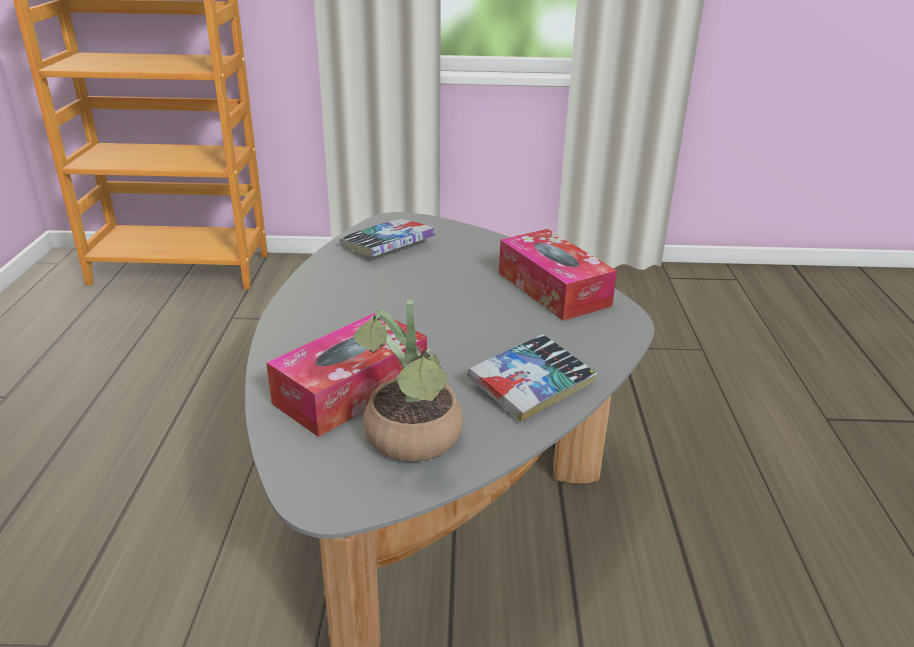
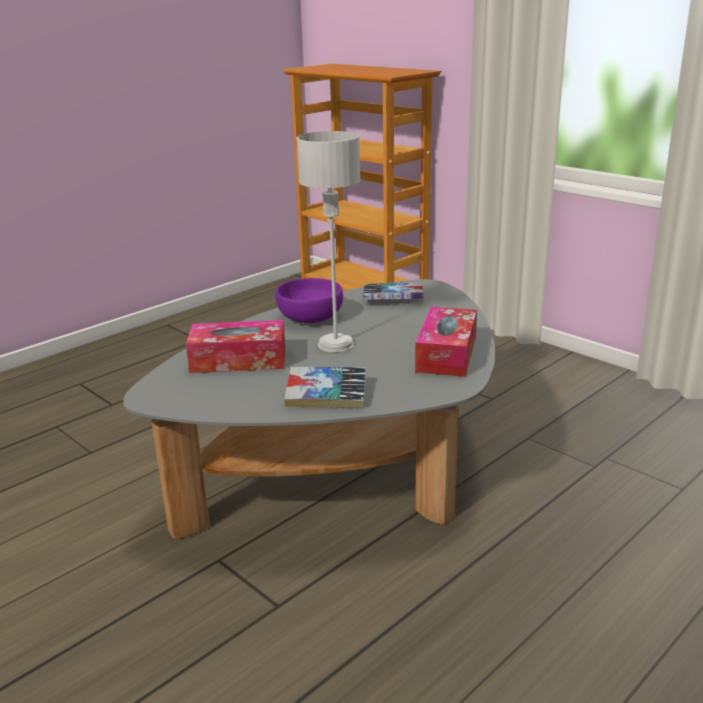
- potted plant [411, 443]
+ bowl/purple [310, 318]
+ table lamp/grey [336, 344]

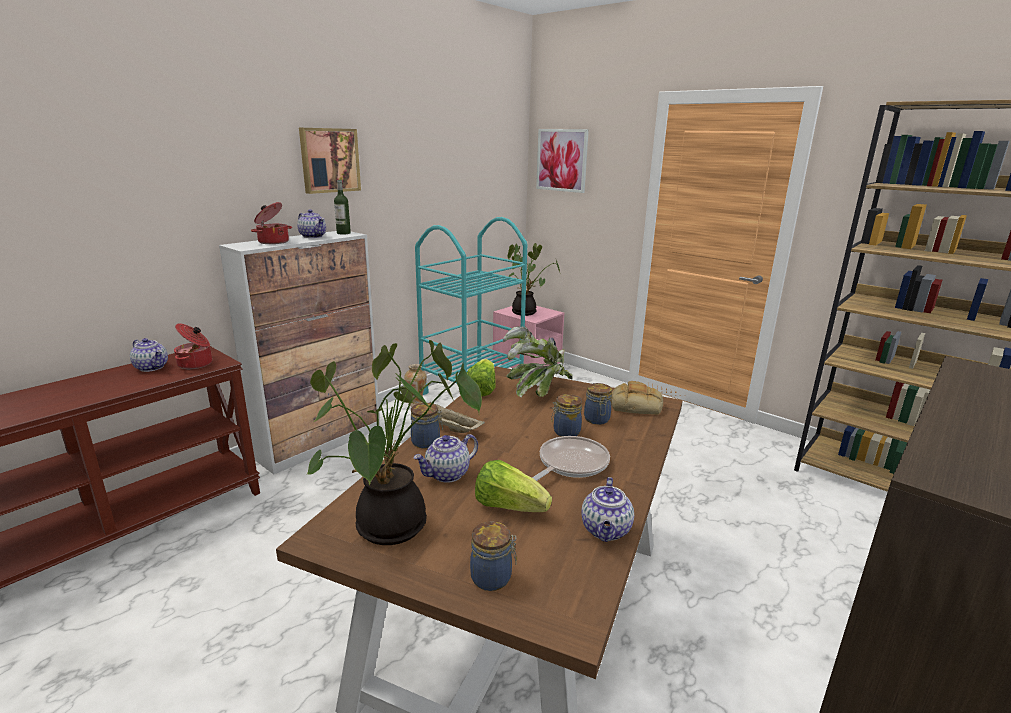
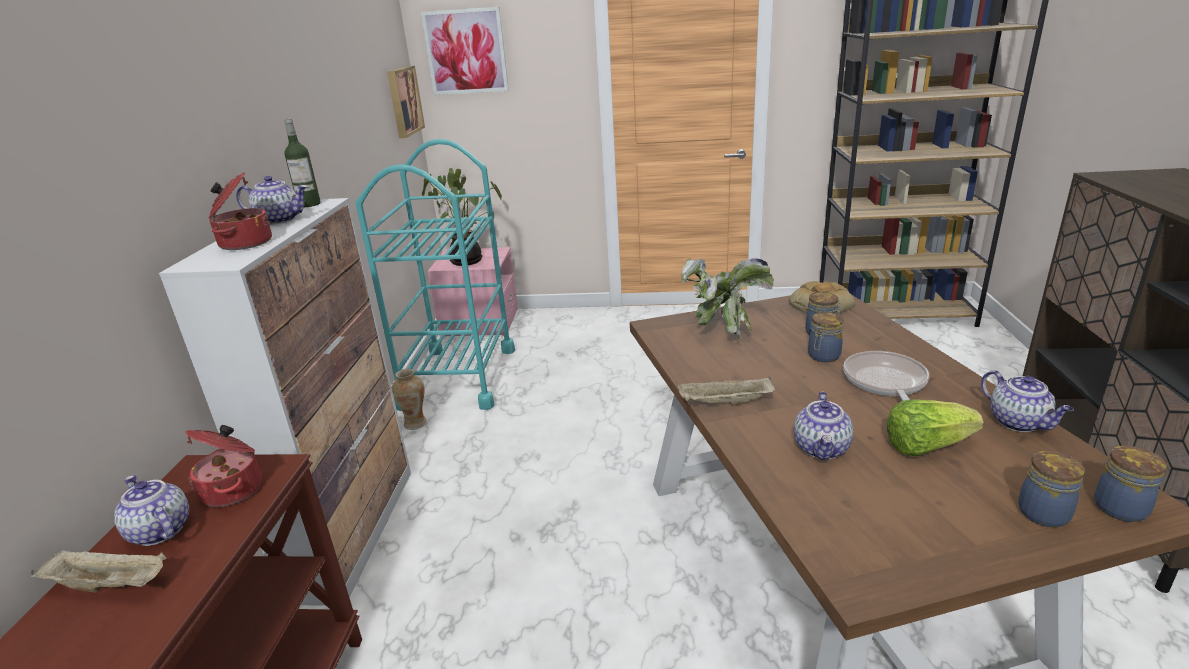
~ teapot [152, 367] = [159, 531] 135 degrees counterclockwise
~ picture [329, 160] to [403, 101]
- potted plant [393, 530]
~ jar [427, 442] to [1121, 507]
- lettuce [482, 389]
+ tray/beige [111, 584]

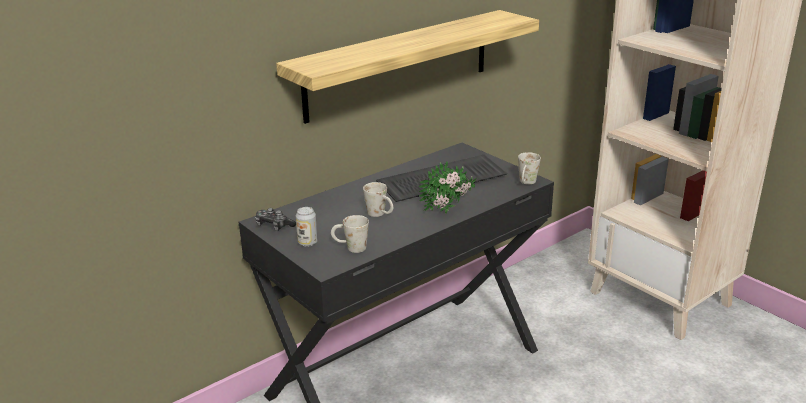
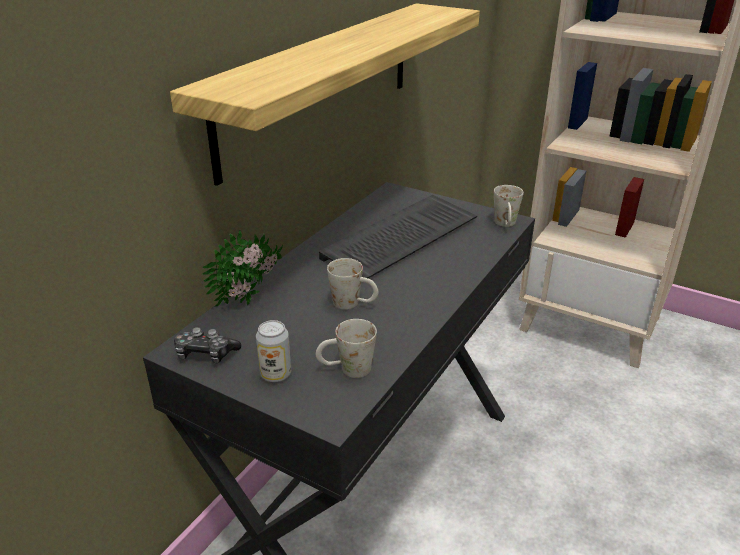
~ potted plant [449, 210] to [252, 298]

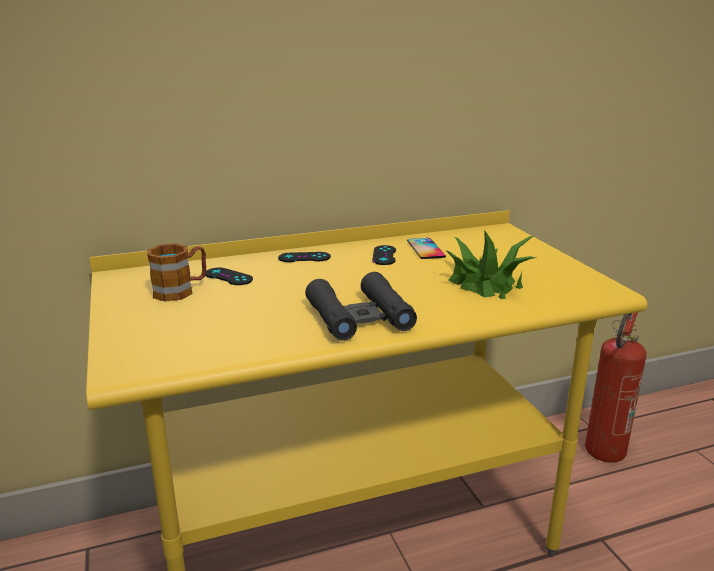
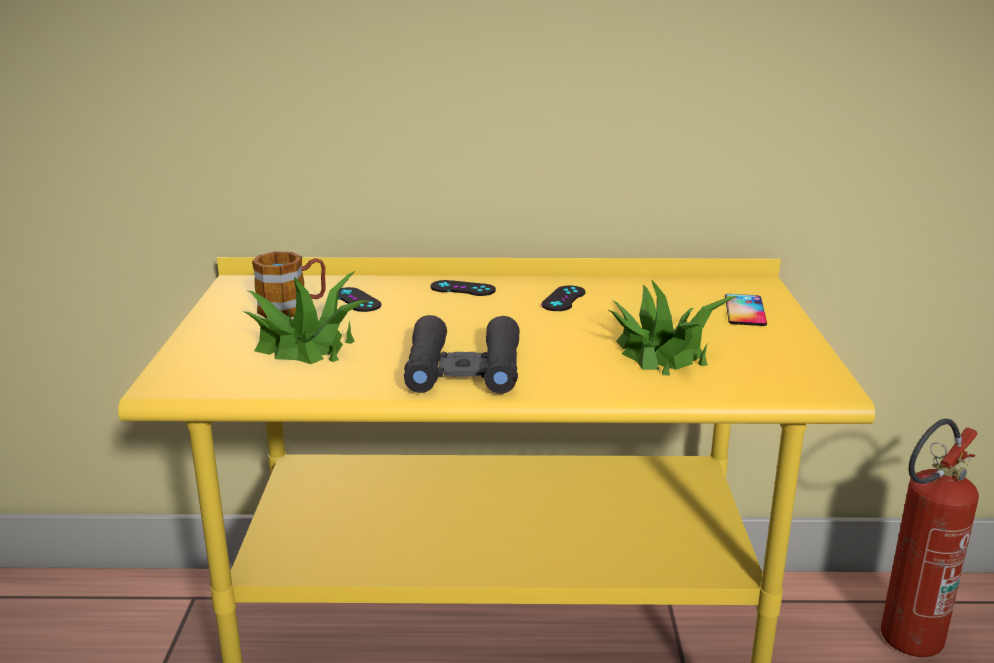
~ phone [425, 249] to [745, 310]
+ potted plant [306, 346]

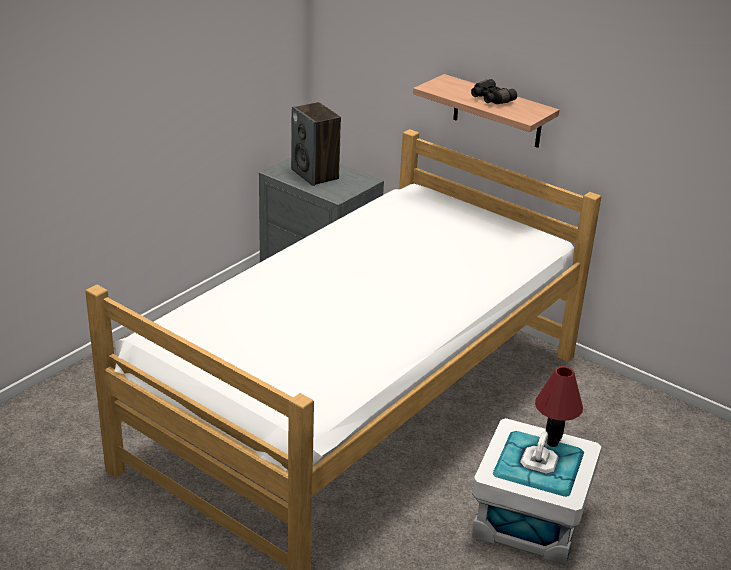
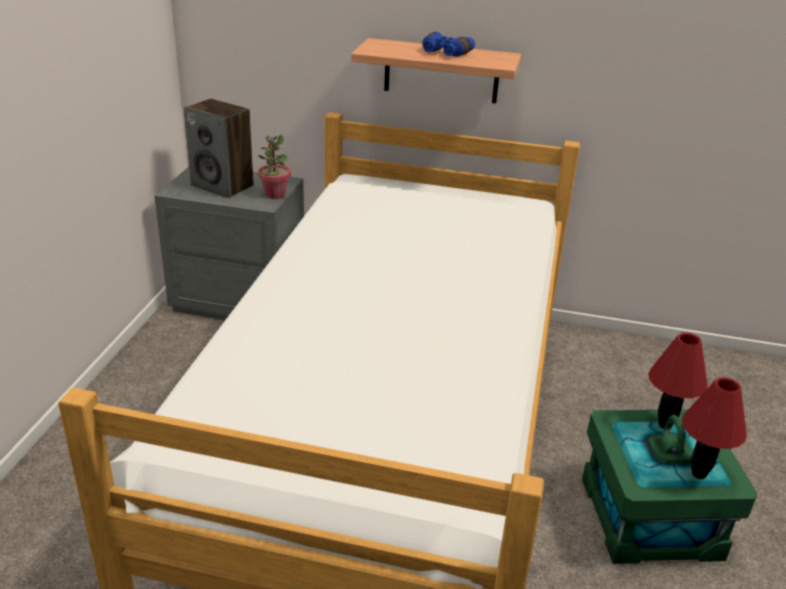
~ binoculars/black [490, 99] to binoculars/blue [444, 53]
~ storage box/white [529, 519] to storage box/green [649, 518]
+ potted plant [275, 194]
+ table lamp/red [699, 474]

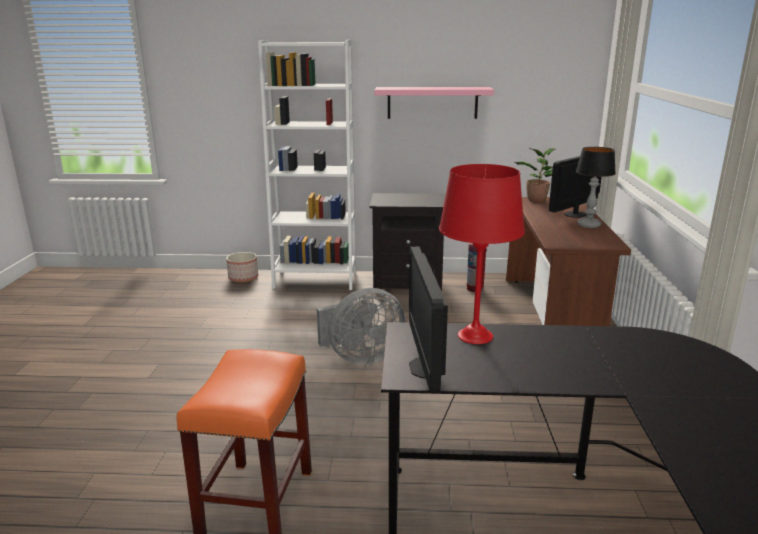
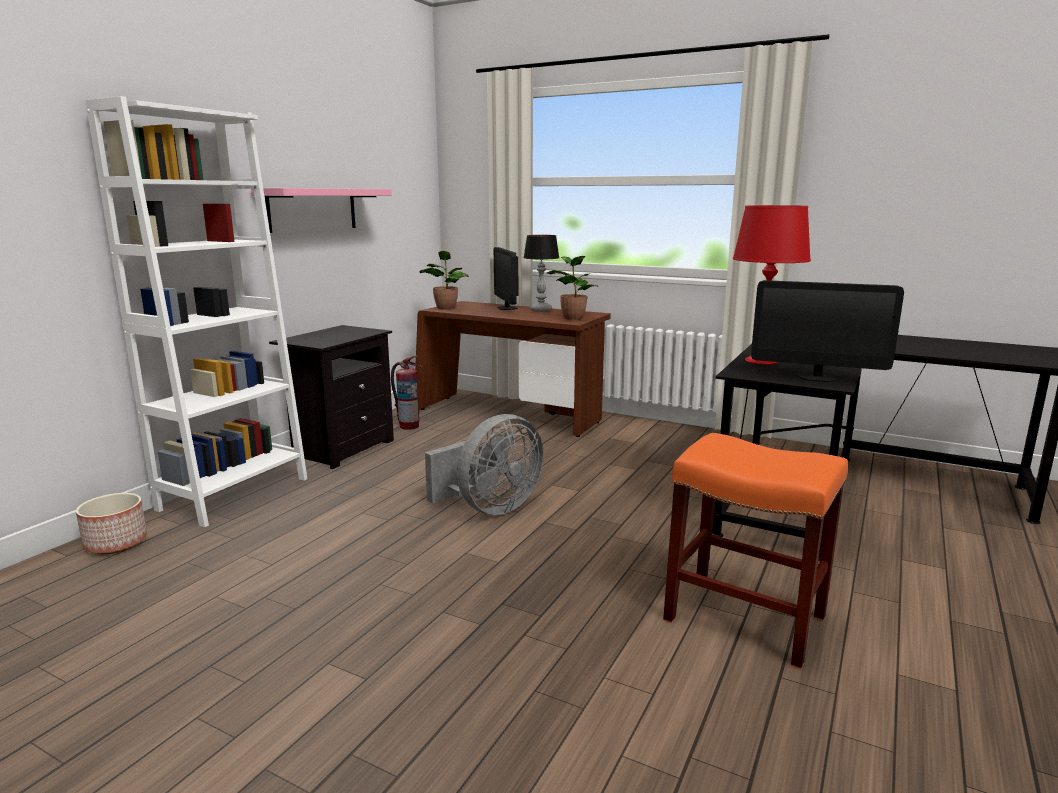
~ fan/grey [361, 357] = [490, 508] 45 degrees clockwise
+ potted plant [572, 317]

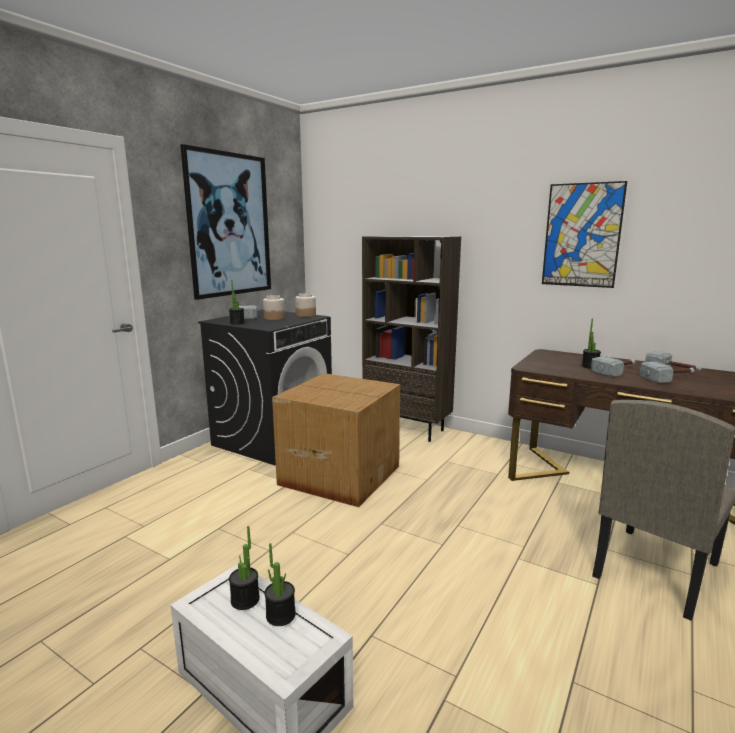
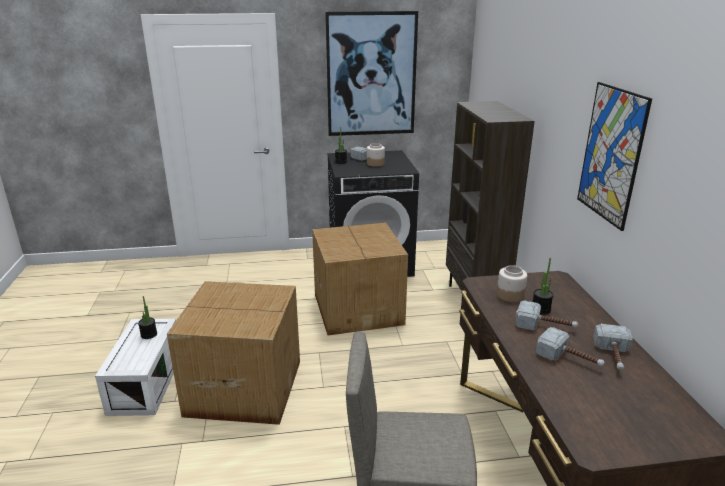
- potted plant [280, 615]
~ jar [305, 315] to [510, 295]
+ cardboard box [243, 386]

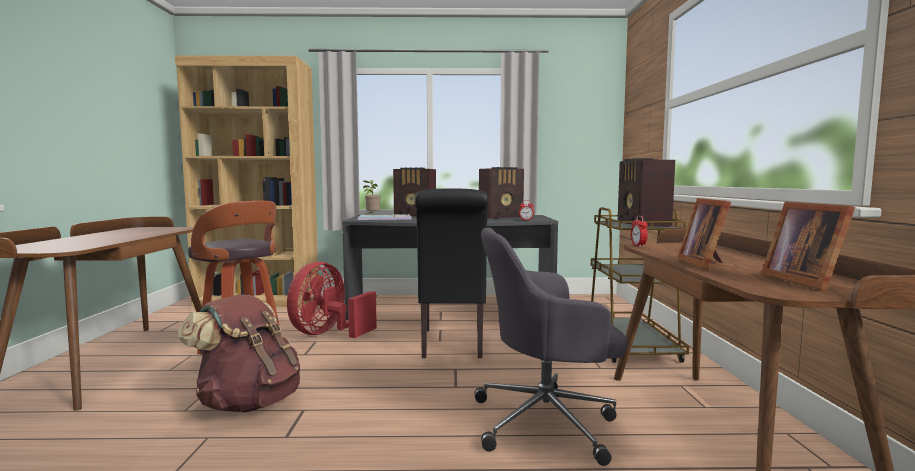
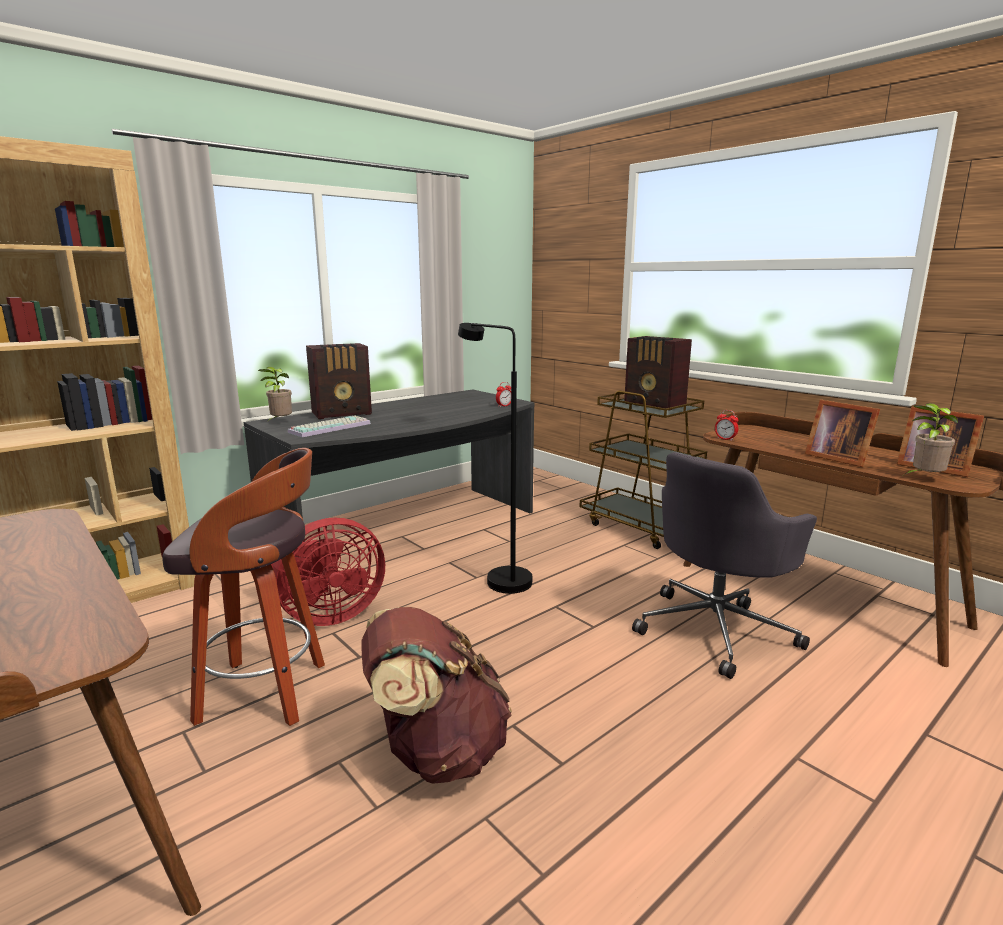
~ fan/red [328, 334] = [326, 615] 105 degrees counterclockwise
~ chair/black [452, 345] to floor lamp/black [499, 578]
- radio [502, 217]
+ potted plant [924, 478]

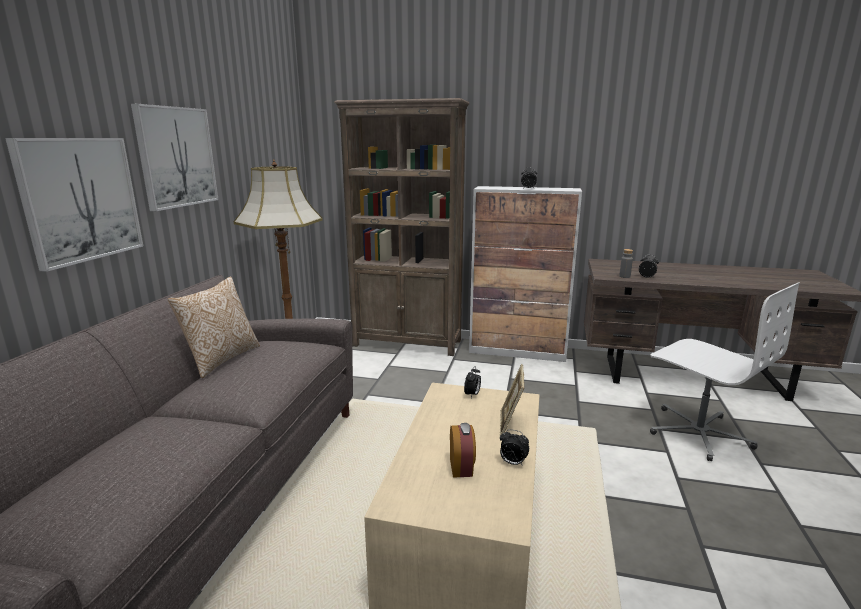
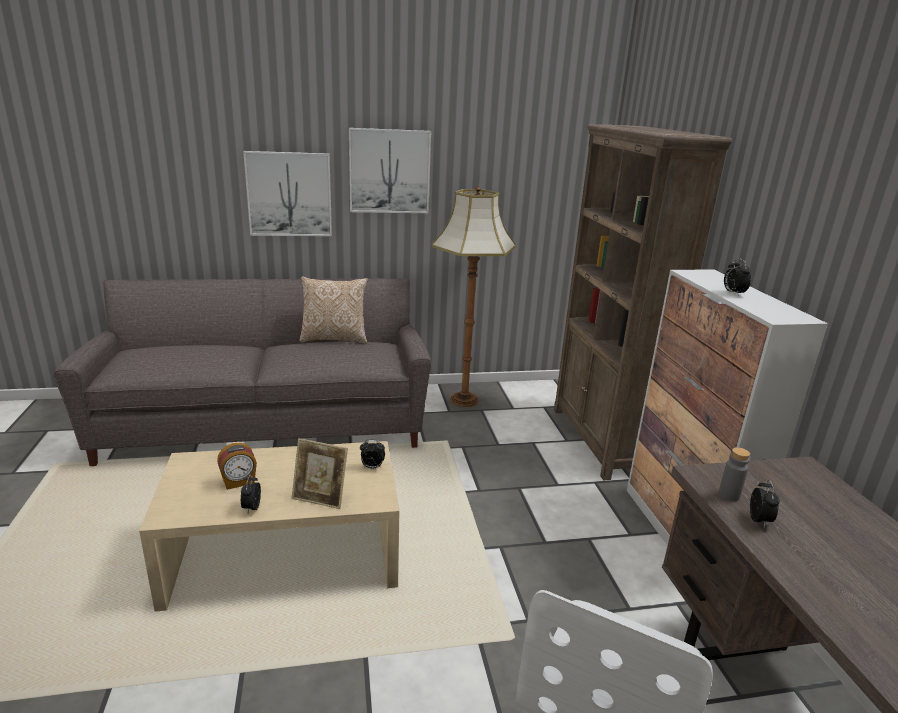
~ picture frame [510, 425] = [320, 498] 150 degrees counterclockwise

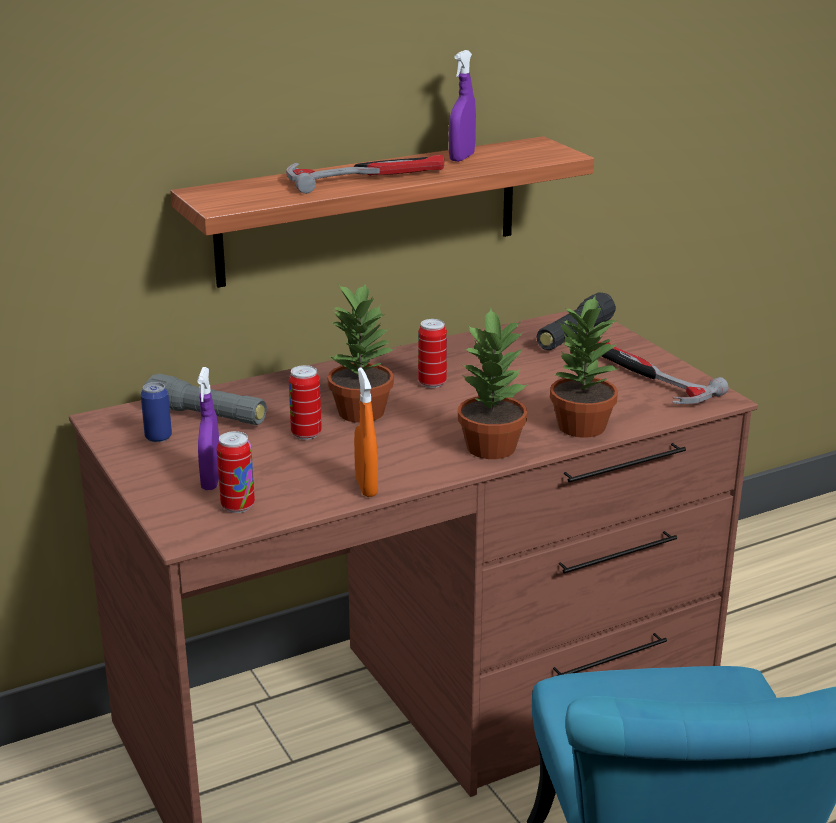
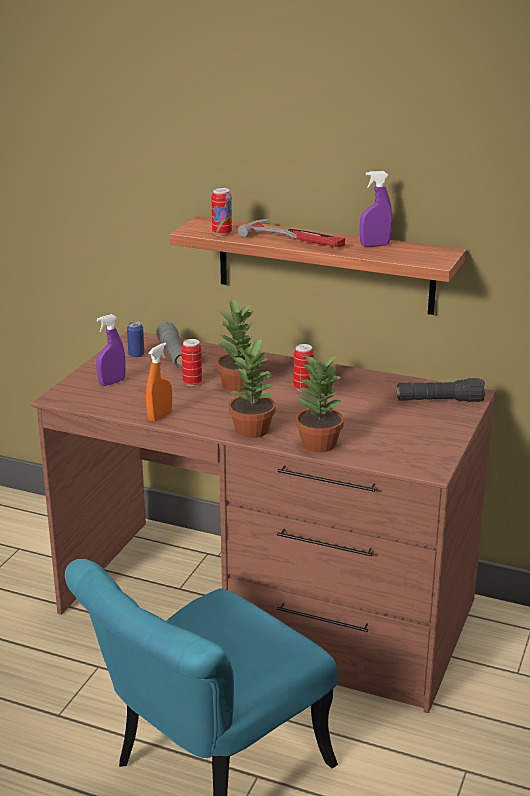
~ can [238, 506] to [222, 234]
- hammer [646, 379]

